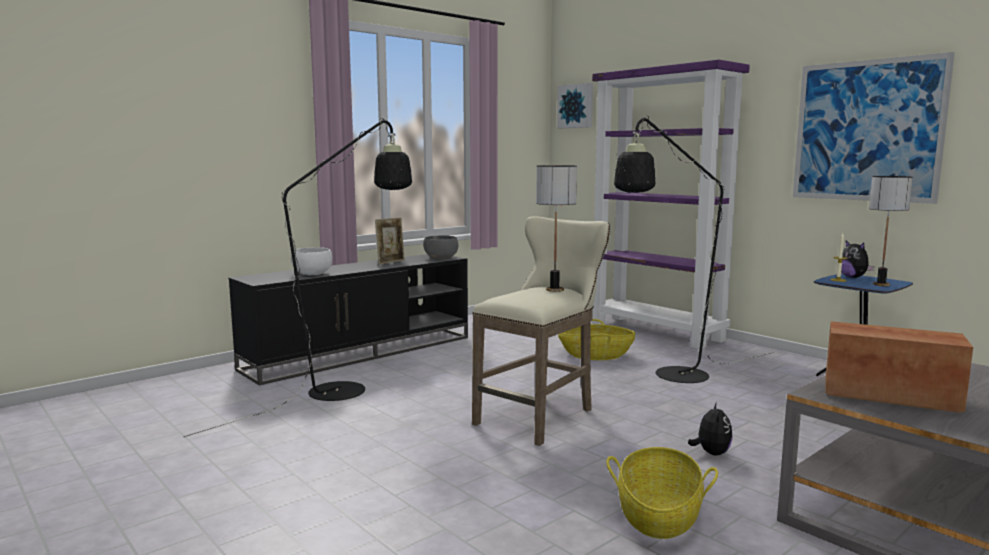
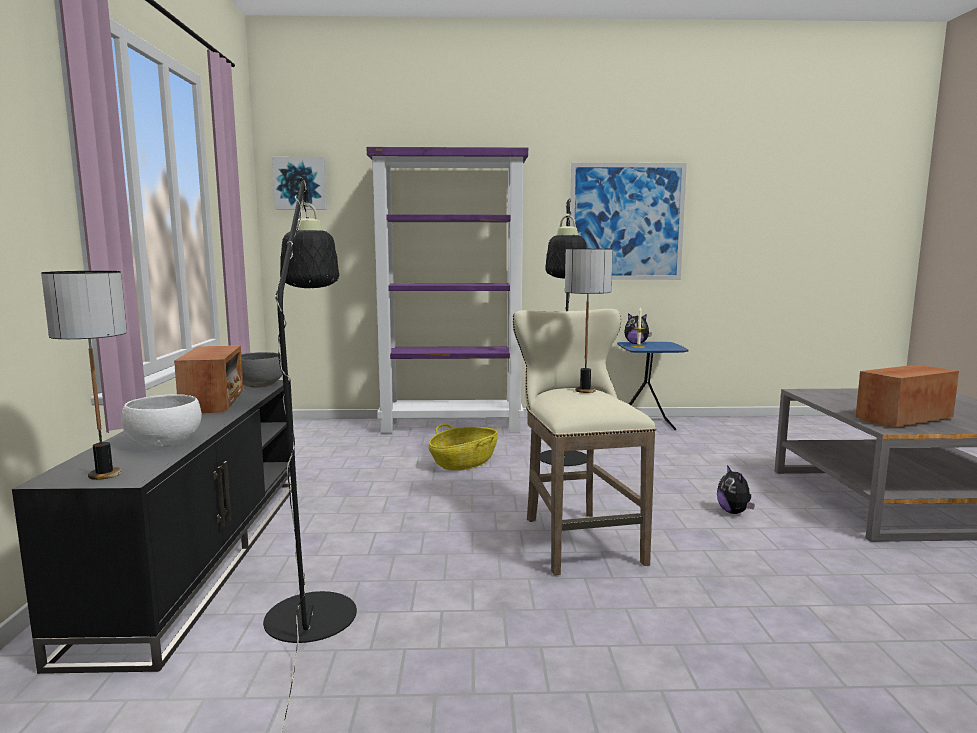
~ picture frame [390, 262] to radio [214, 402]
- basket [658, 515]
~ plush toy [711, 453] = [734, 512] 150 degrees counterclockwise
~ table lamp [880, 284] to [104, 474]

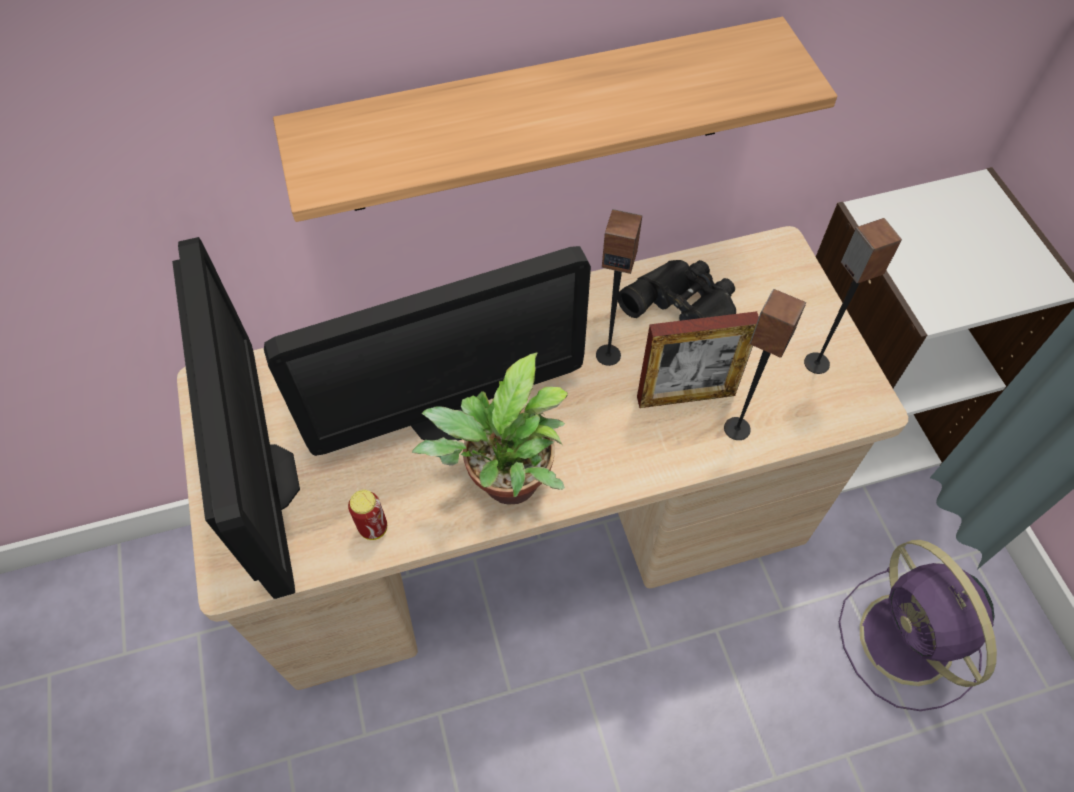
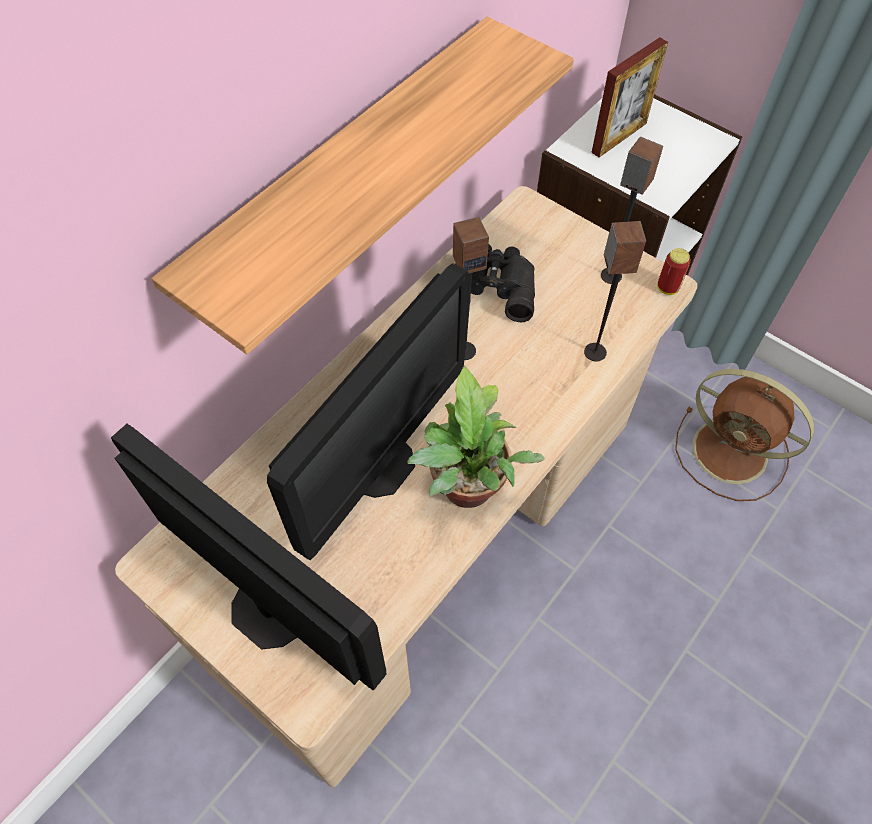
~ can [373, 528] to [667, 288]
~ picture frame [685, 396] to [619, 137]
~ fan/purple [908, 643] to fan/brown [733, 452]

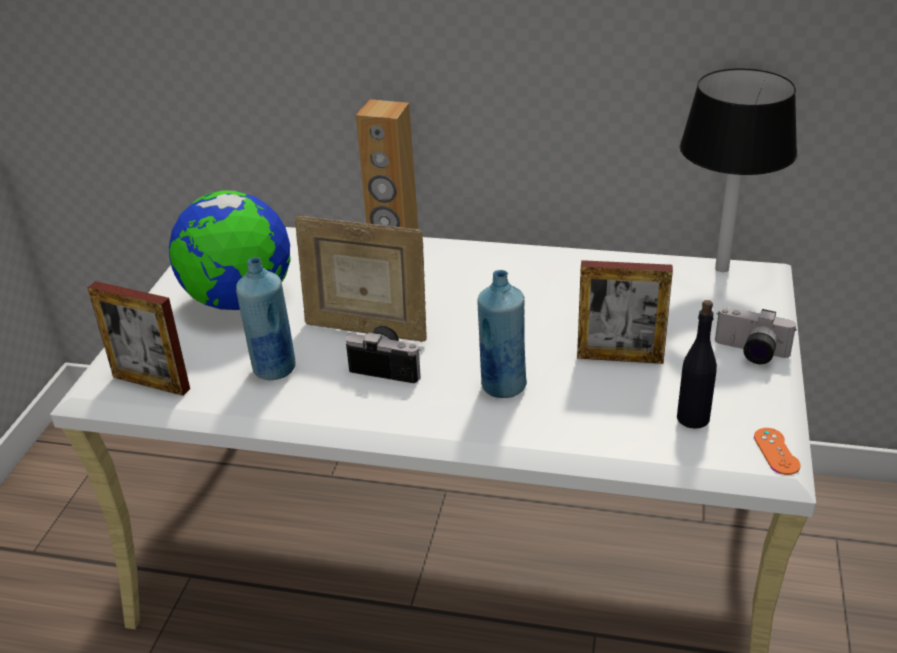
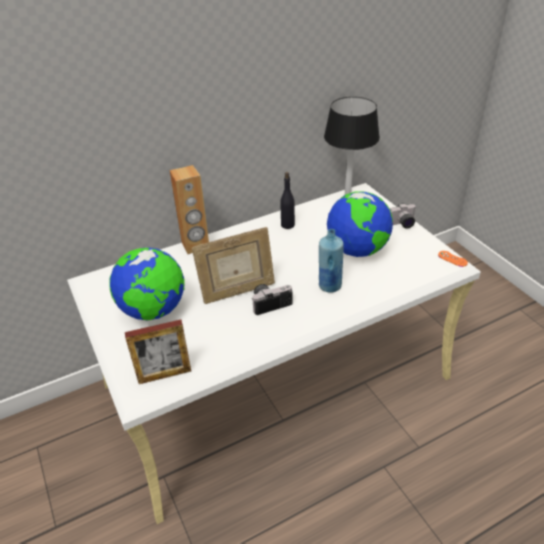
- bottle/blue [273, 369]
~ picture frame [620, 357] to globe [357, 250]
~ bottle/black [693, 418] to [287, 225]

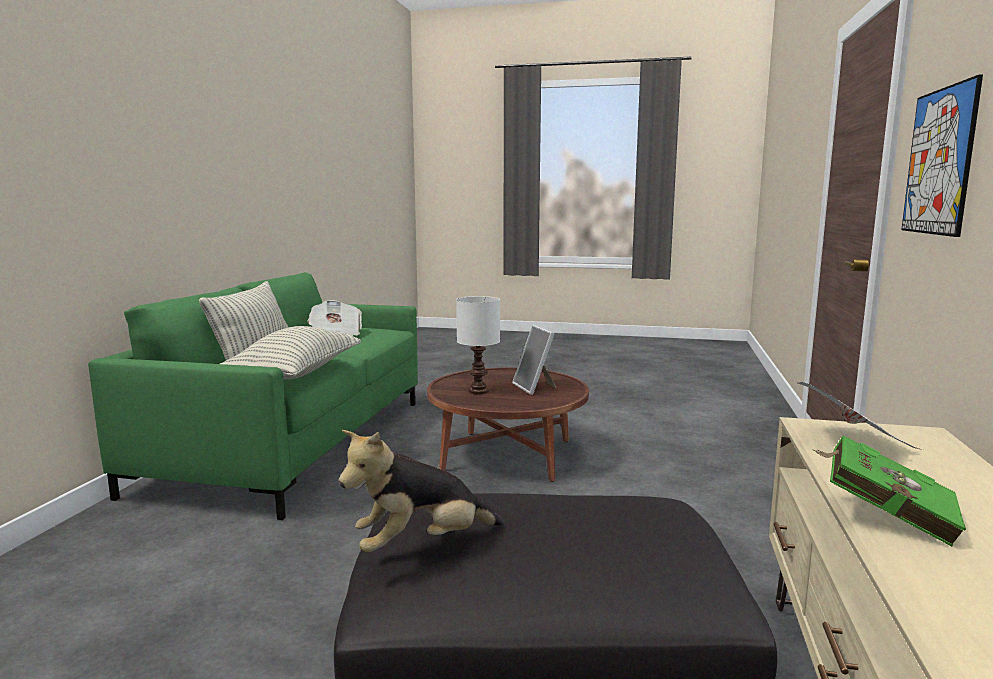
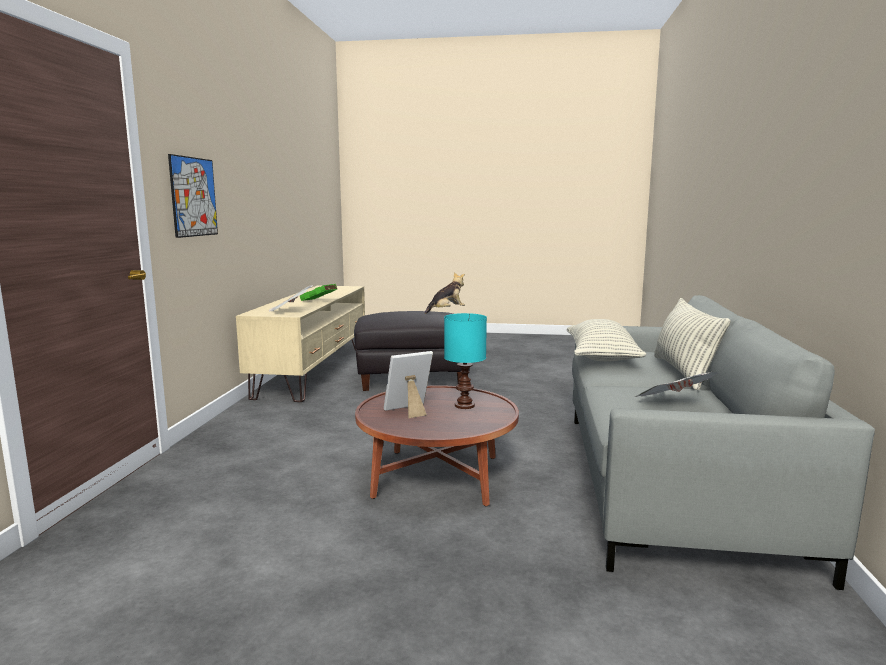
~ sofa/green [294, 443] to sofa/grey [669, 483]
~ table lamp/white [479, 391] to table lamp/turquoise [464, 406]
~ picture frame [535, 388] = [409, 411] 90 degrees counterclockwise

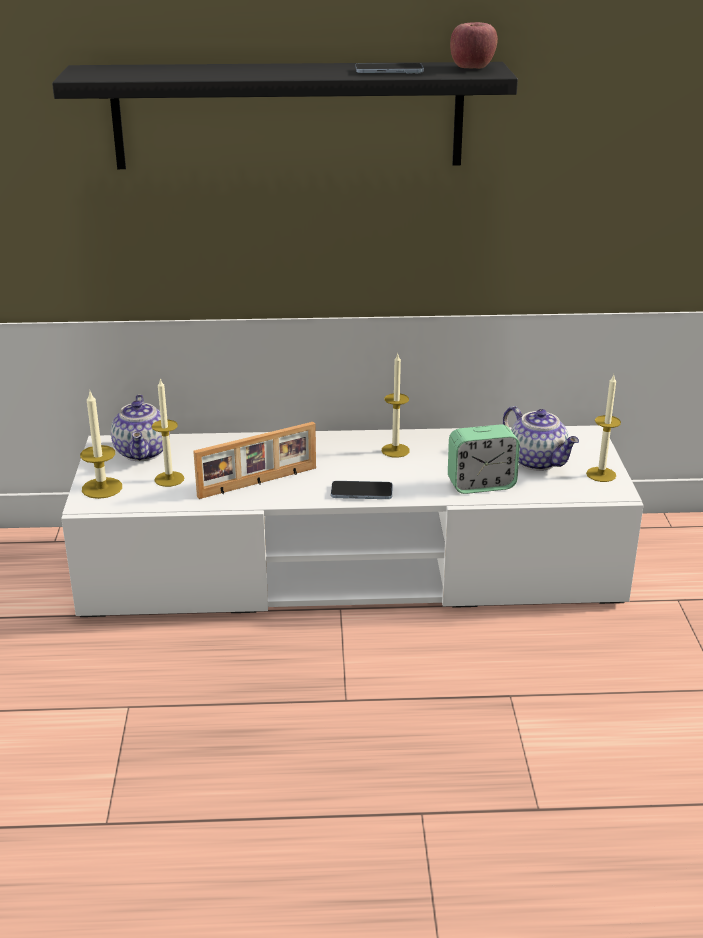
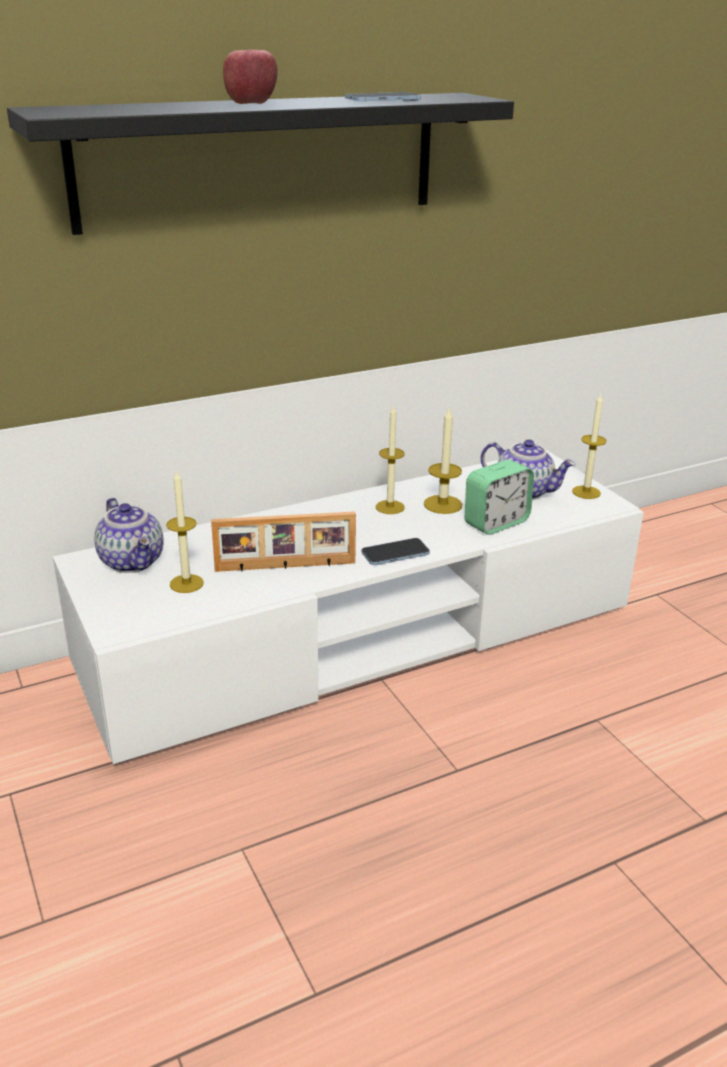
~ candle [102, 488] to [443, 504]
~ picture frame [258, 483] = [285, 567] 45 degrees clockwise
~ apple [472, 68] to [251, 104]

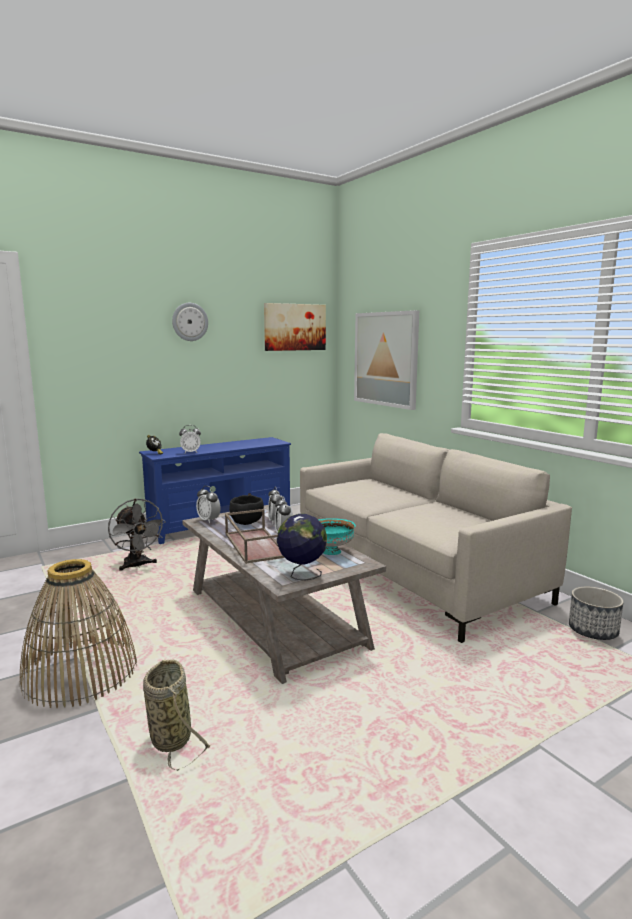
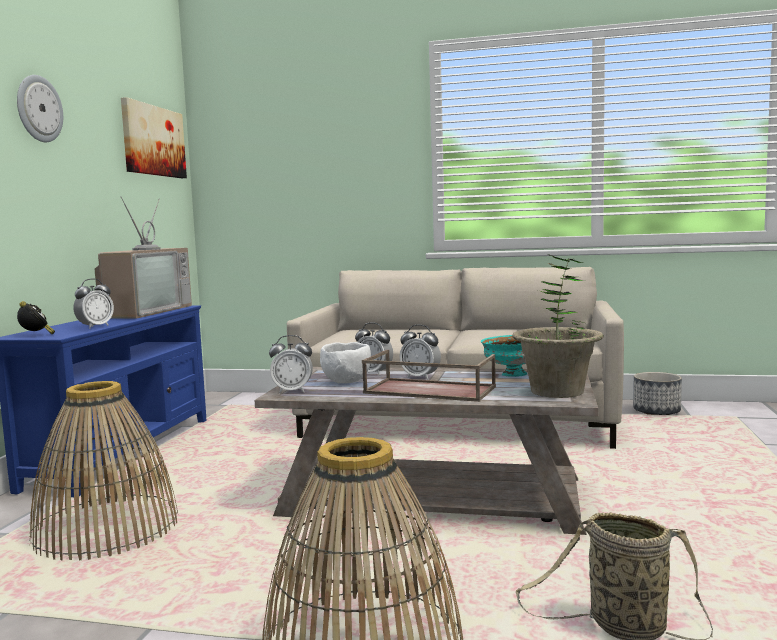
~ fan/grey [137, 566] to basket [106, 529]
~ bowl/black [247, 522] to bowl/white [346, 381]
~ globe [302, 575] to potted plant [557, 391]
- picture [386, 359]
+ television [145, 311]

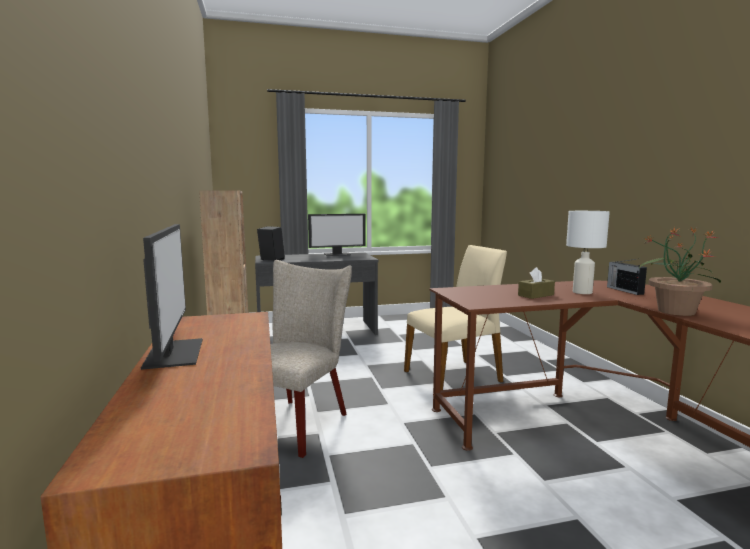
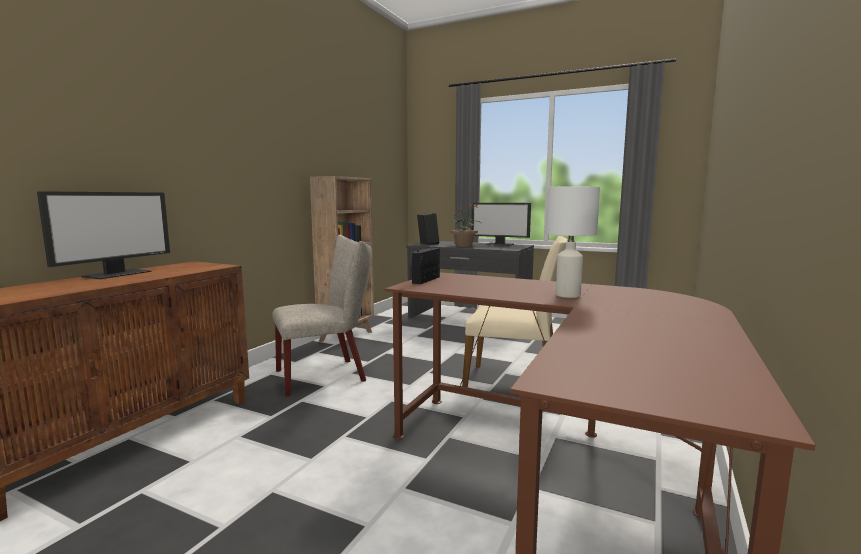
- tissue box/brown [536, 295]
~ radio [624, 290] to [426, 280]
~ potted plant [675, 311] to [464, 246]

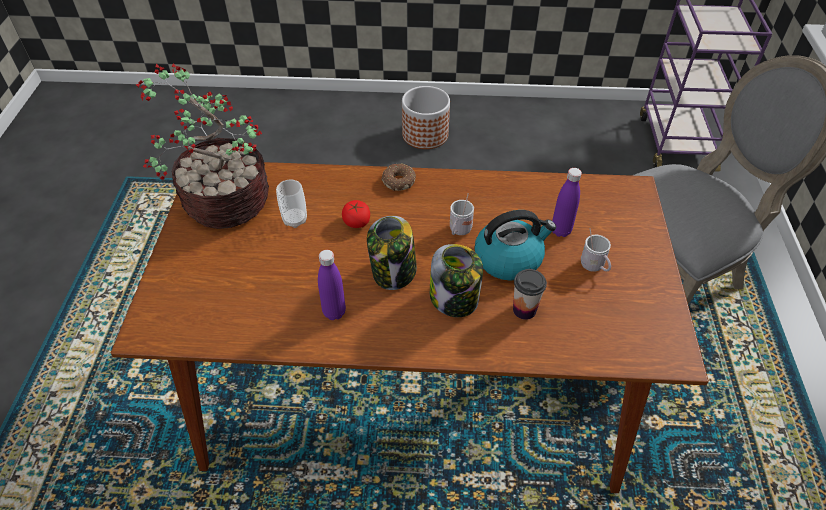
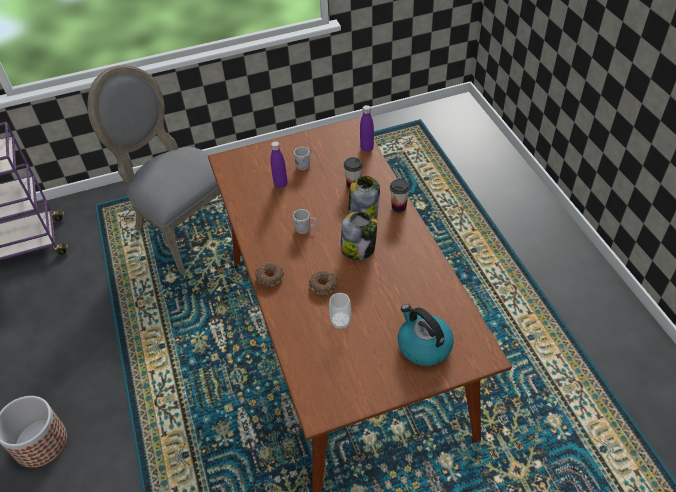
- potted plant [224, 202]
~ bottle/purple [334, 312] to [367, 148]
~ tomato [356, 222] to donut [324, 285]
~ kettle [509, 258] to [423, 345]
+ cup [399, 206]

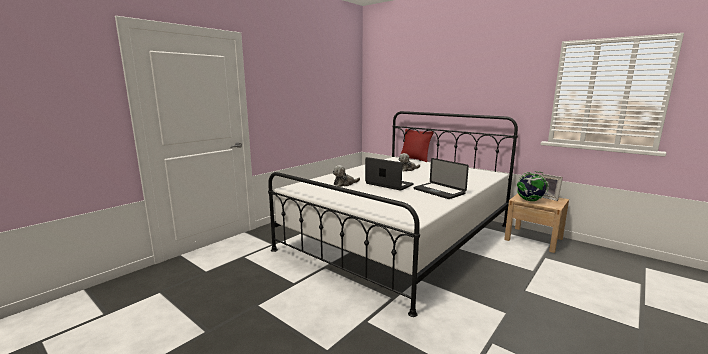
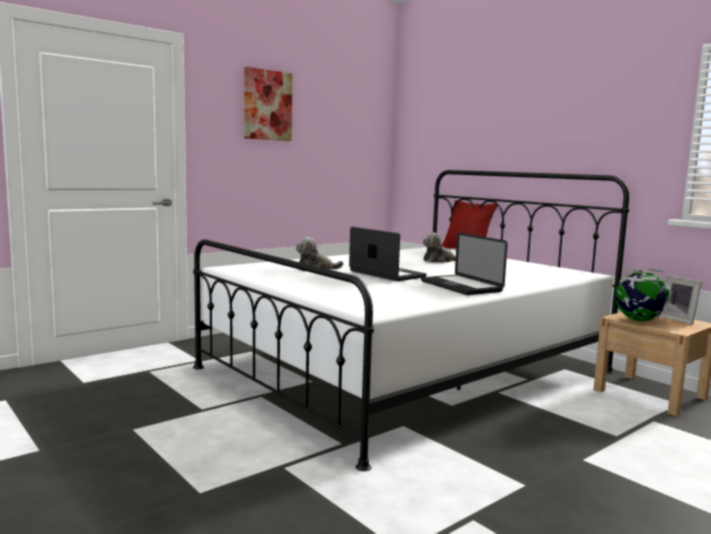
+ picture [267, 105]

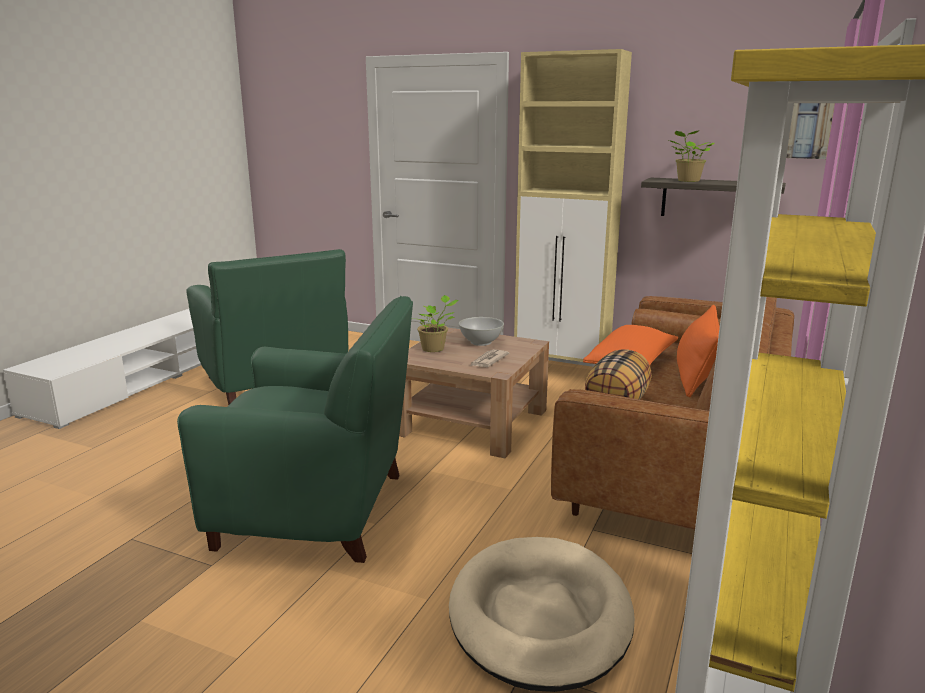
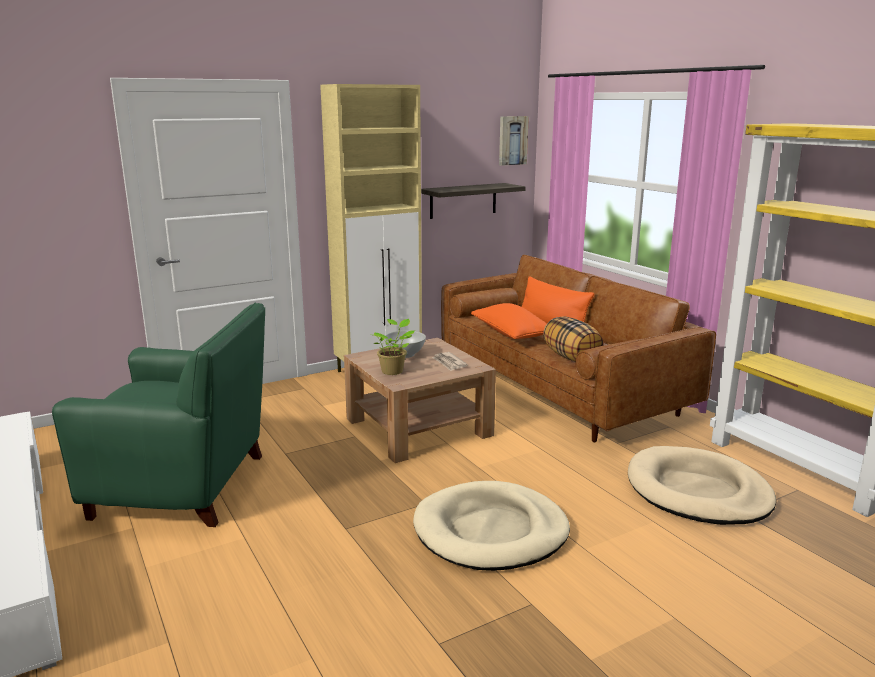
~ armchair/green [317, 511] to dog bed/beige [491, 531]
- potted plant [687, 181]

